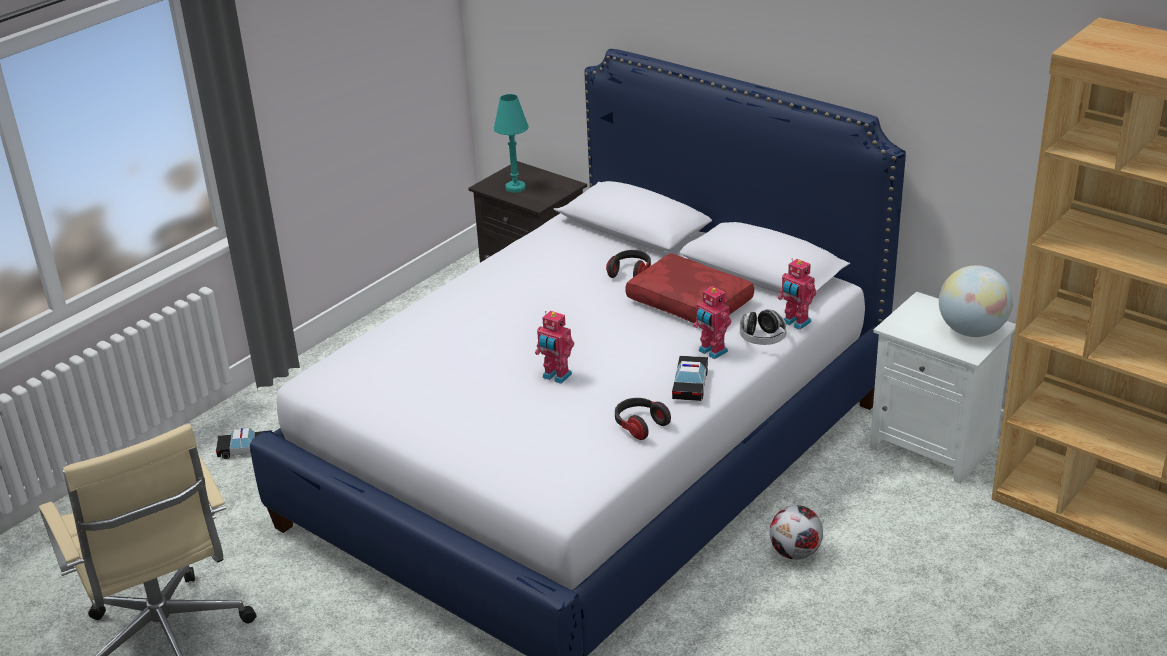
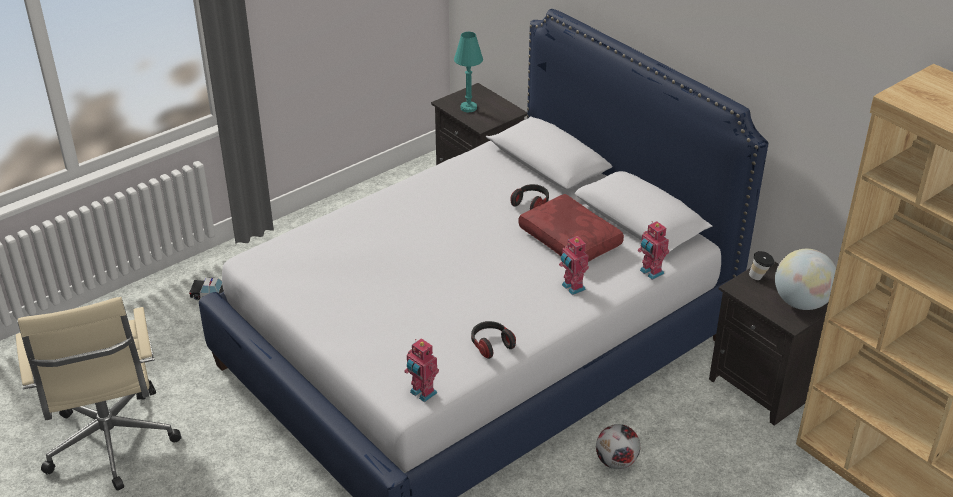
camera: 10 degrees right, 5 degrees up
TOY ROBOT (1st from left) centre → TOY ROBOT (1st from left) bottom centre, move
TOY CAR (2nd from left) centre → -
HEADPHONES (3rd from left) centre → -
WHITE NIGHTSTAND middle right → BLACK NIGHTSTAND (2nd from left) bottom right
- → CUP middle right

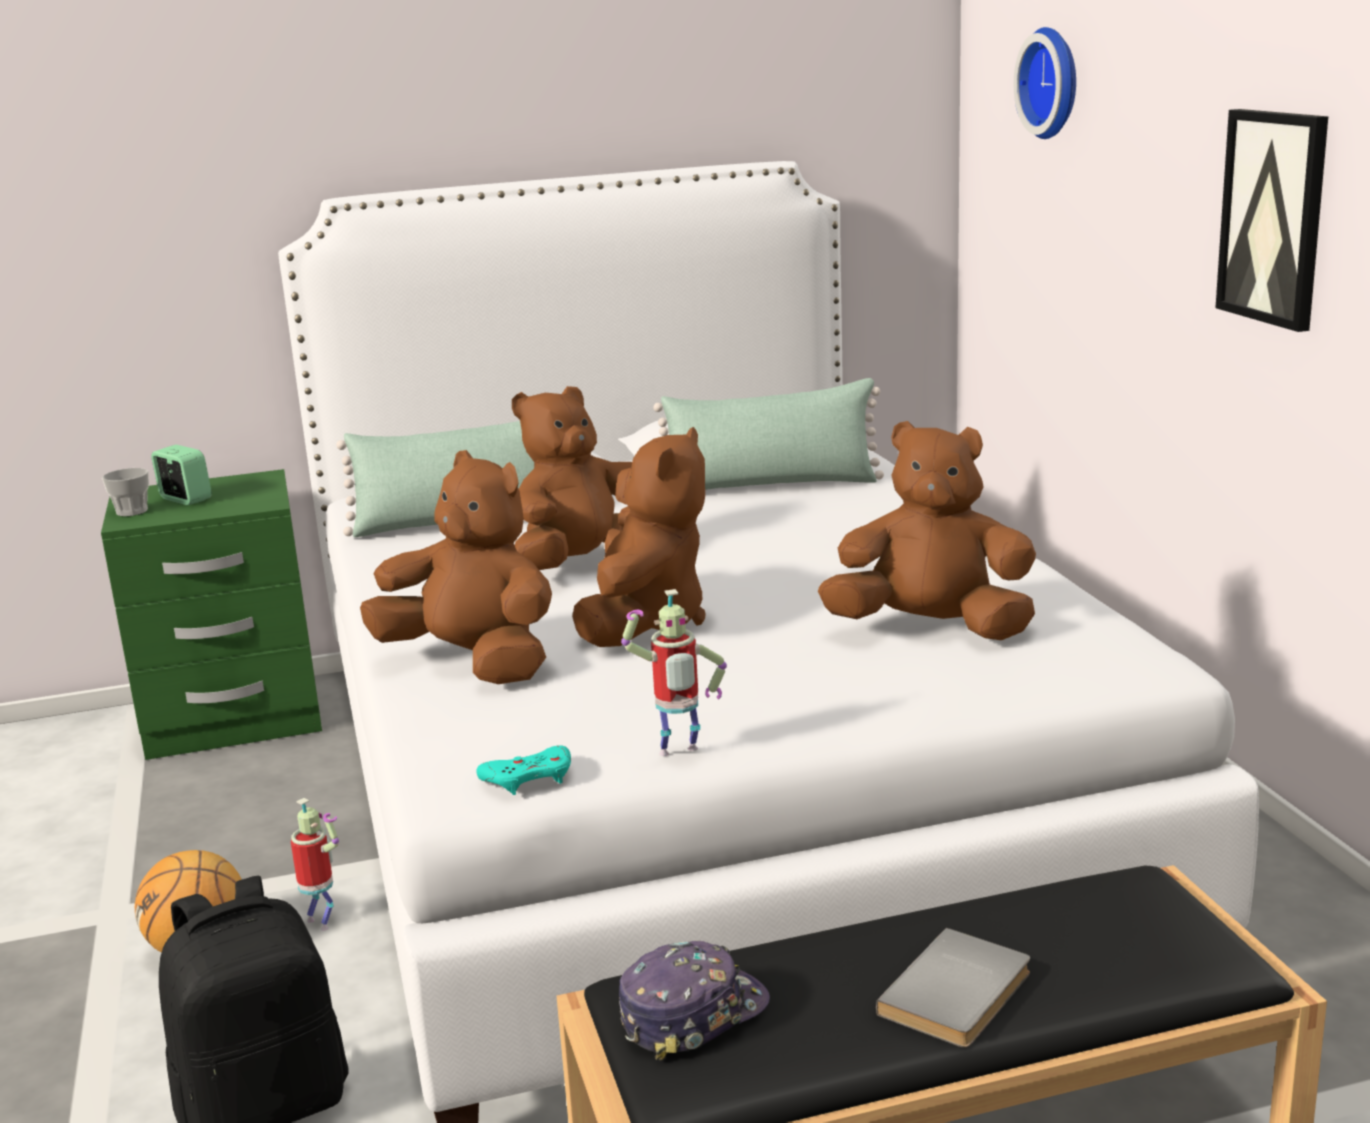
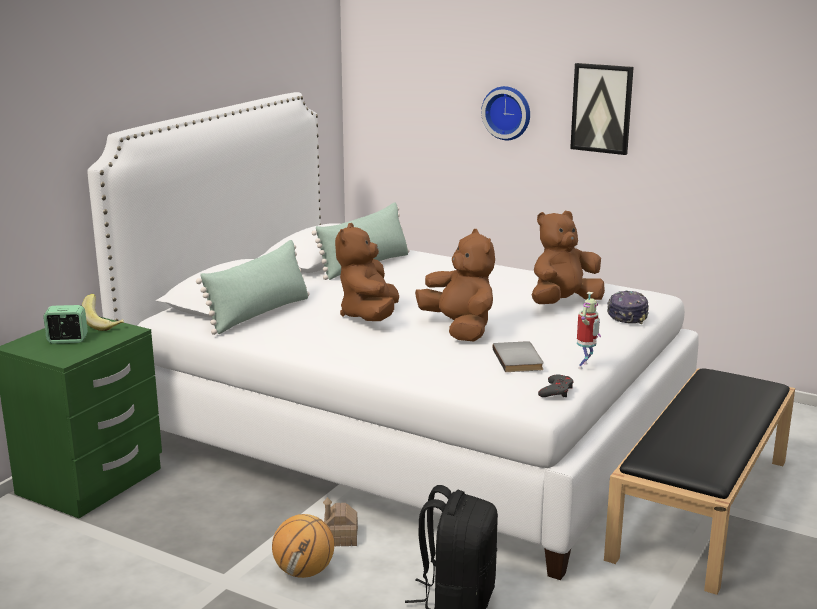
camera: 45 degrees left, 0 degrees up
CUP middle left → -
TOY ROBOT (1st from left) bottom left → TOY HOUSE bottom centre
BROWN PLUSH TOY (1st from left) middle left → -
TURQUOISE GAME CONTROLLER bottom centre → GREY GAME CONTROLLER middle right
CAP bottom centre → CAP middle right, move
GREY BOOK bottom right → GREY BOOK centre, move
WALL CLOCK top right → WALL CLOCK top centre, move
- → BANANA middle left

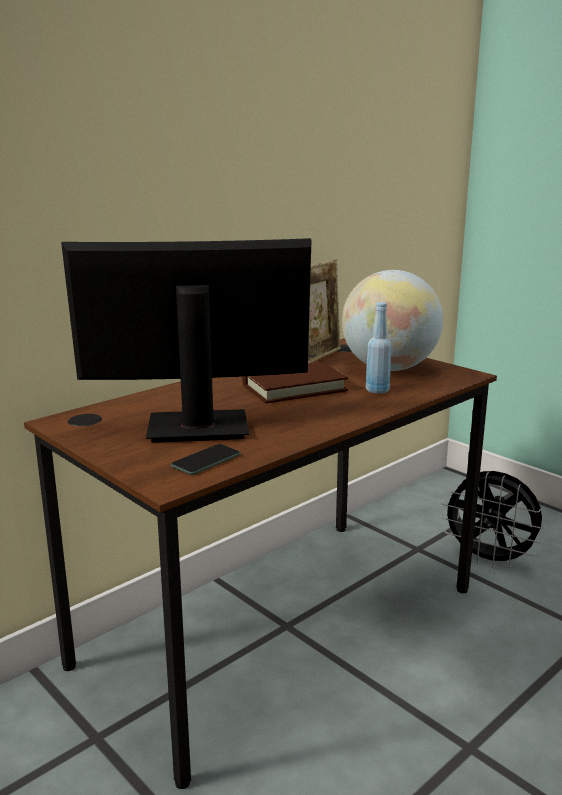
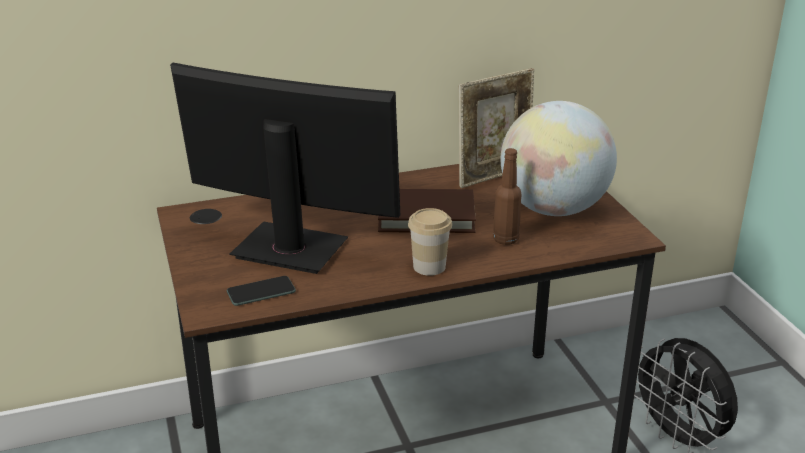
camera: 25 degrees right, 10 degrees up
BLUE BOTTLE middle right → BROWN BOTTLE centre
- → CUP centre

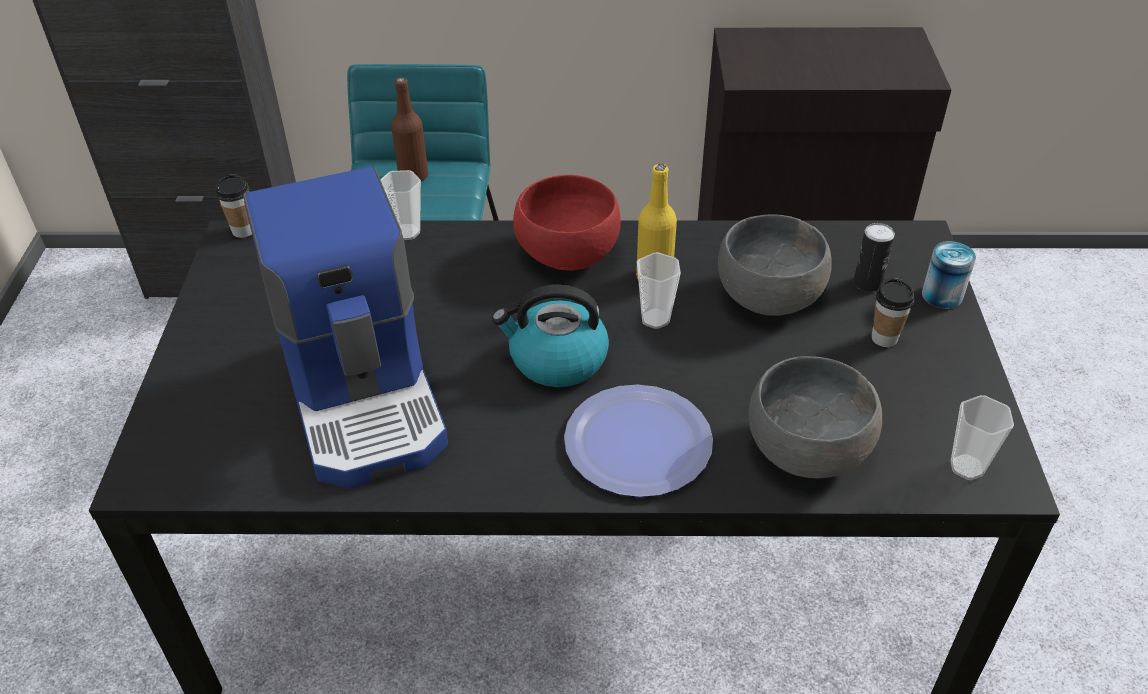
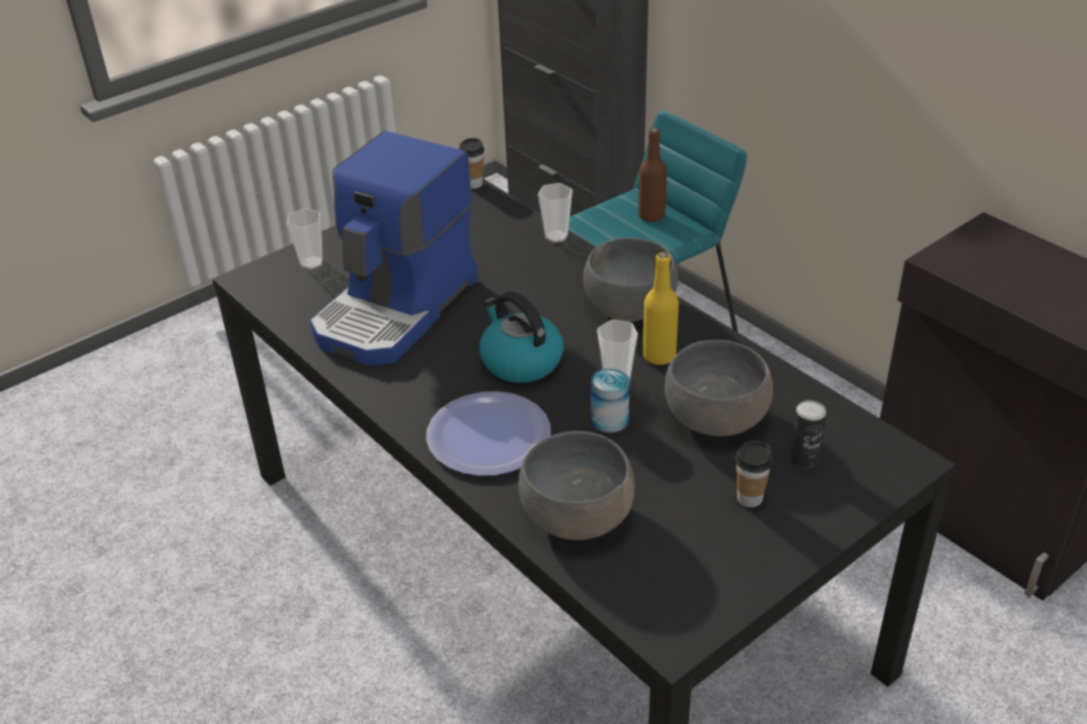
camera: 50 degrees right, 5 degrees down
RED BOWL top centre → GREY BOWL (2nd from left) centre
CAN (2nd from left in the first image) middle right → CAN (1st from left) centre, move
CUP (5th from left in the first image) middle right → CUP (1st from left) top left, move

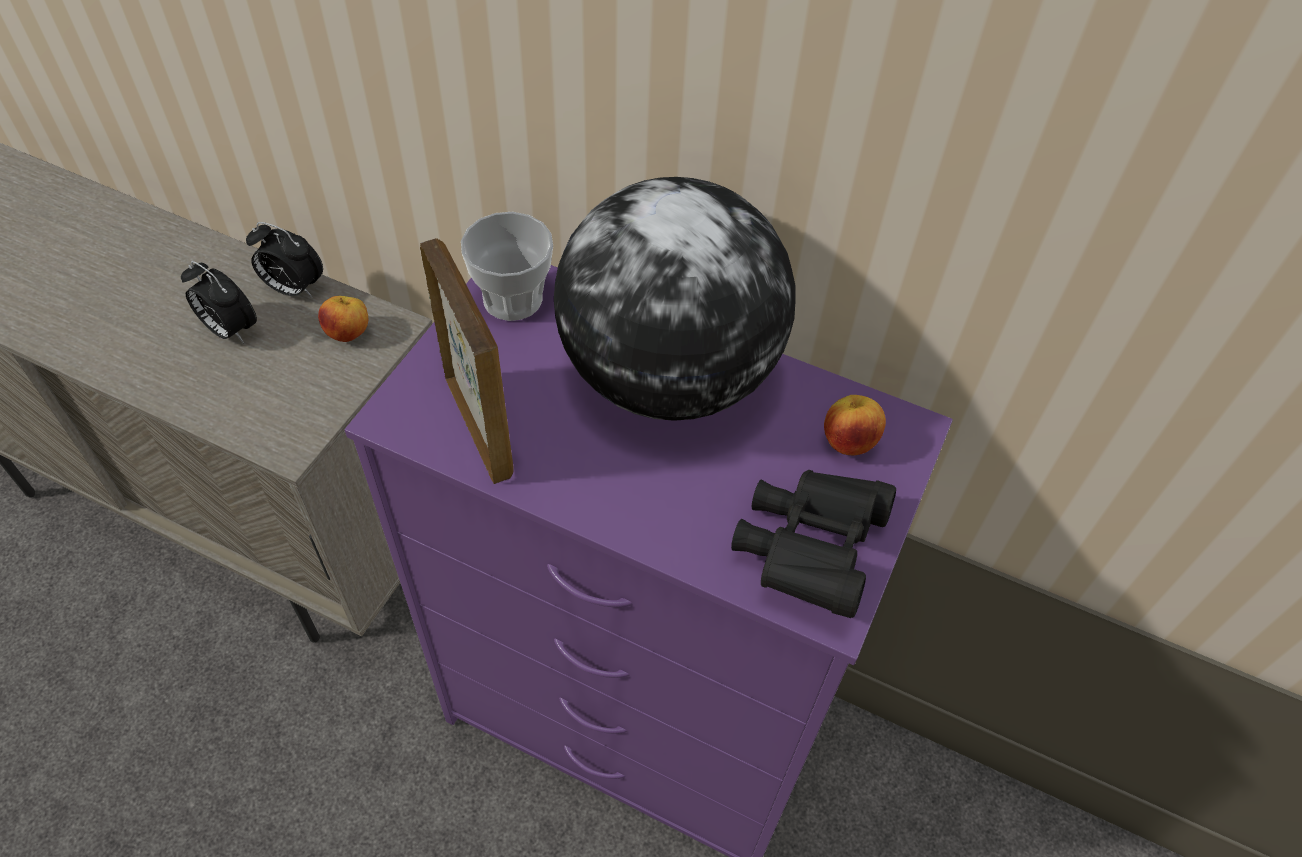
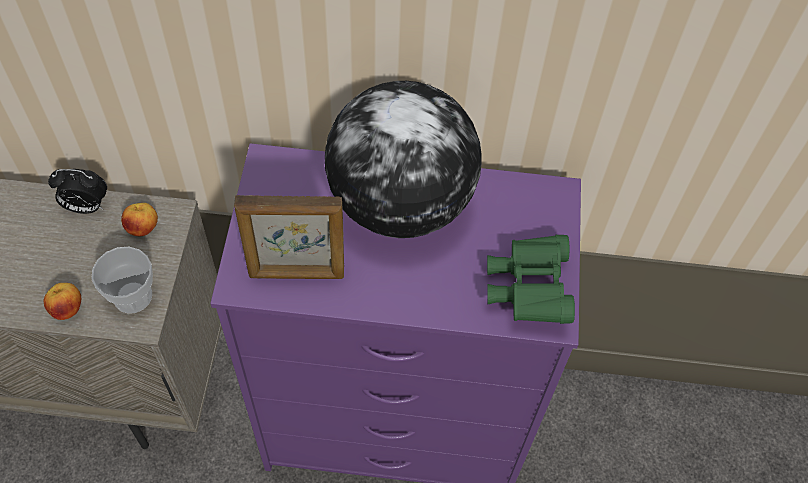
camera: 20 degrees left, 5 degrees up
ALARM CLOCK (1st from left) middle left → -
PICTURE FRAME centre, 135 degrees clockwise
CUP top centre → CUP middle left, move
BLACK BINOCULARS centre → GREEN BINOCULARS centre
APPLE (2nd from left in the first image) centre → APPLE (1st from left) middle left, move

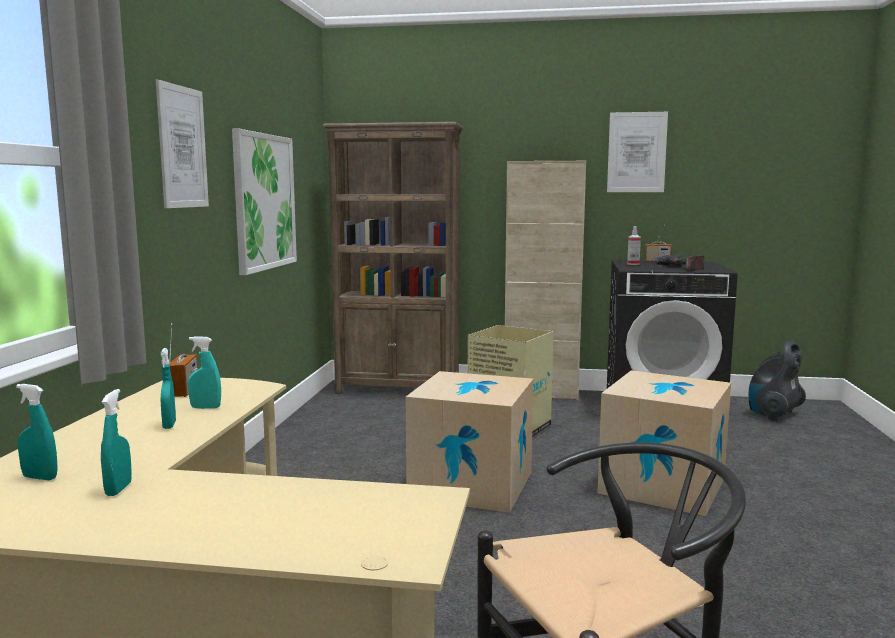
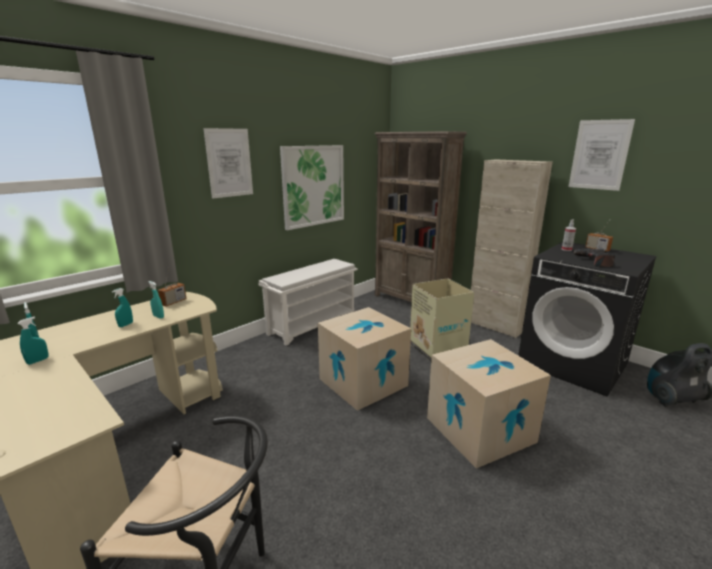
camera: 35 degrees right, 10 degrees up
- → WHITE SHOE RACK centre

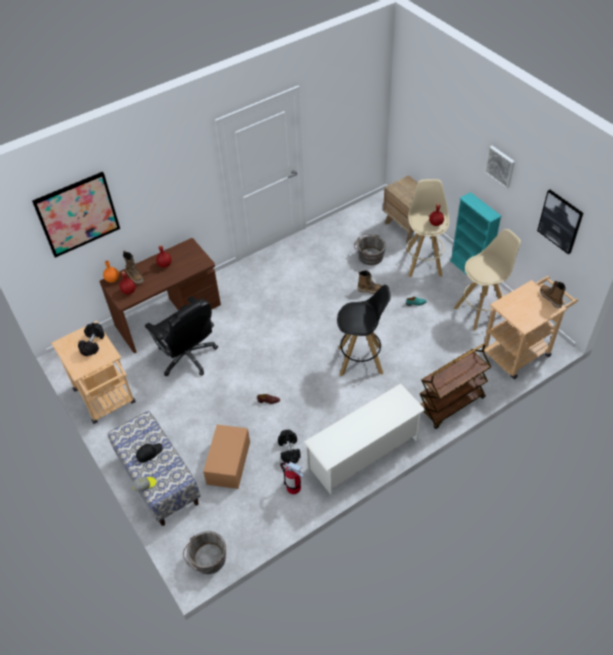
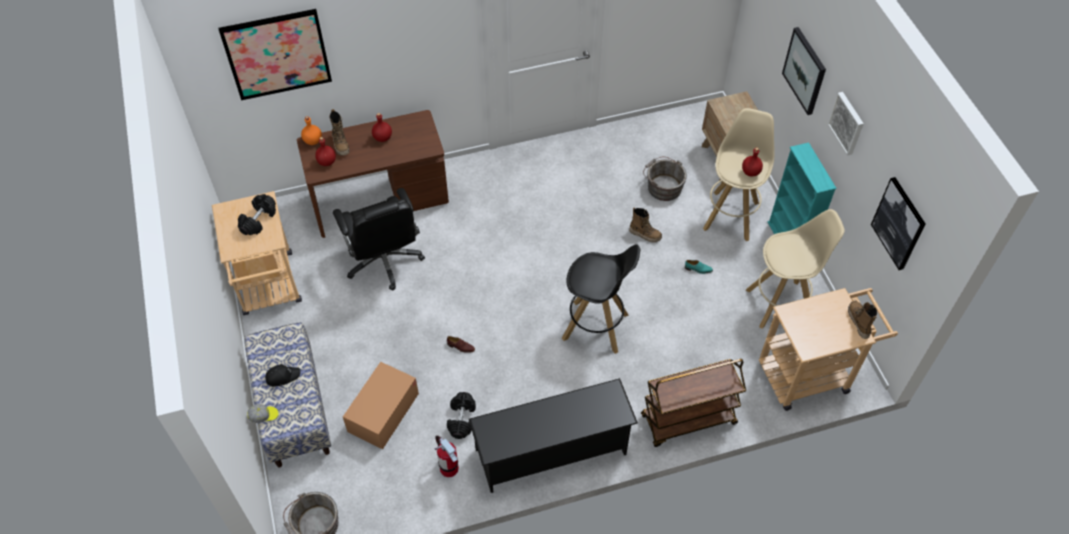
camera: 15 degrees right, 5 degrees up
WHITE SHOE RACK bottom centre → BLACK SHOE RACK bottom centre
- → PICTURE (2nd from left) top right

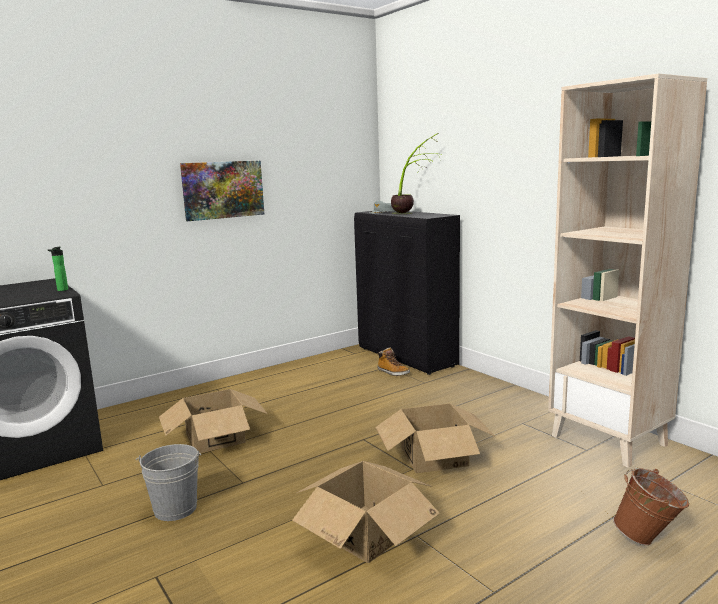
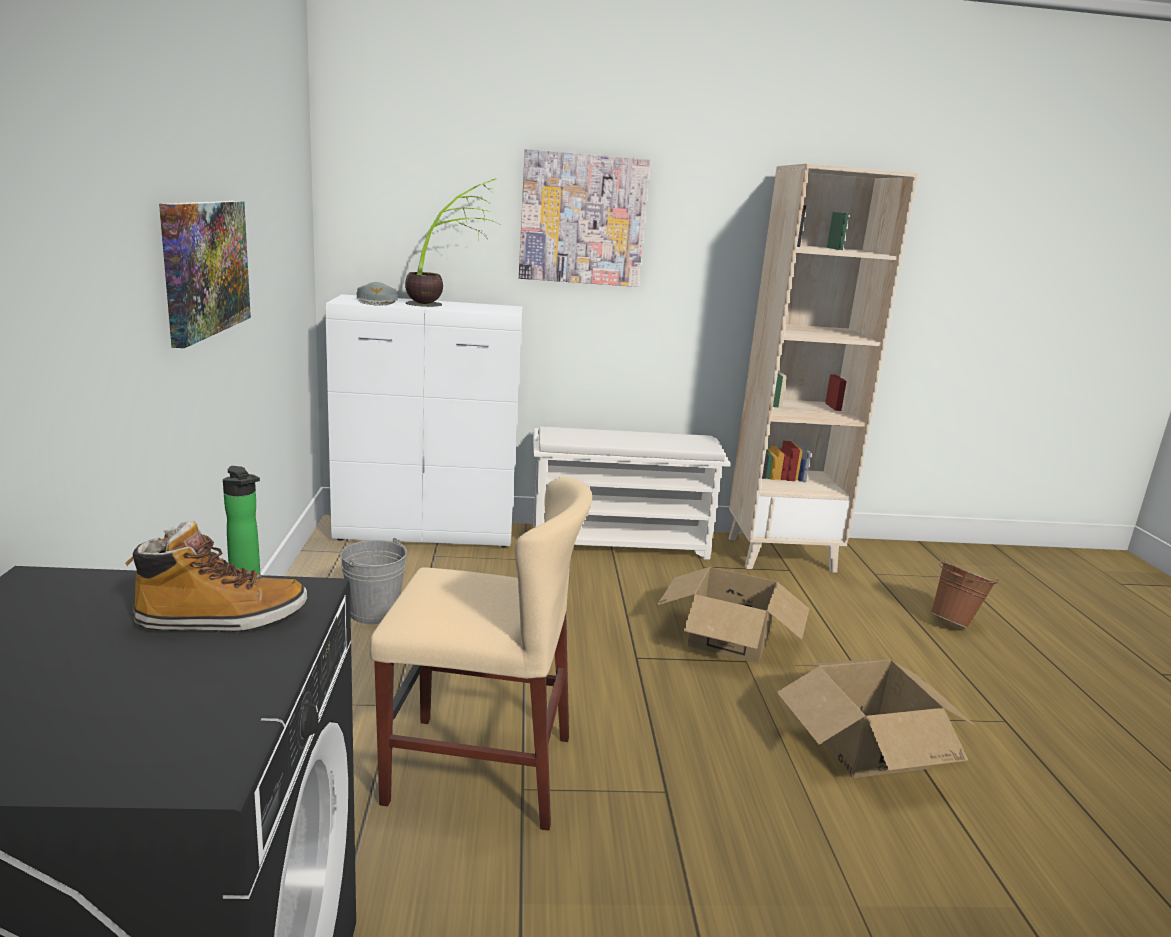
camera: 60 degrees left, 5 degrees up
GREY BUCKET bottom left → GREY BUCKET middle left, move
CARDBOARD BOX (1st from left) bottom left → BEIGE CHAIR bottom centre
BLACK CABINET centre → WHITE CABINET centre
BOOT centre → BOOT middle left, move
- → PICTURE (2nd from left) top centre
- → WHITE SHOE RACK centre

